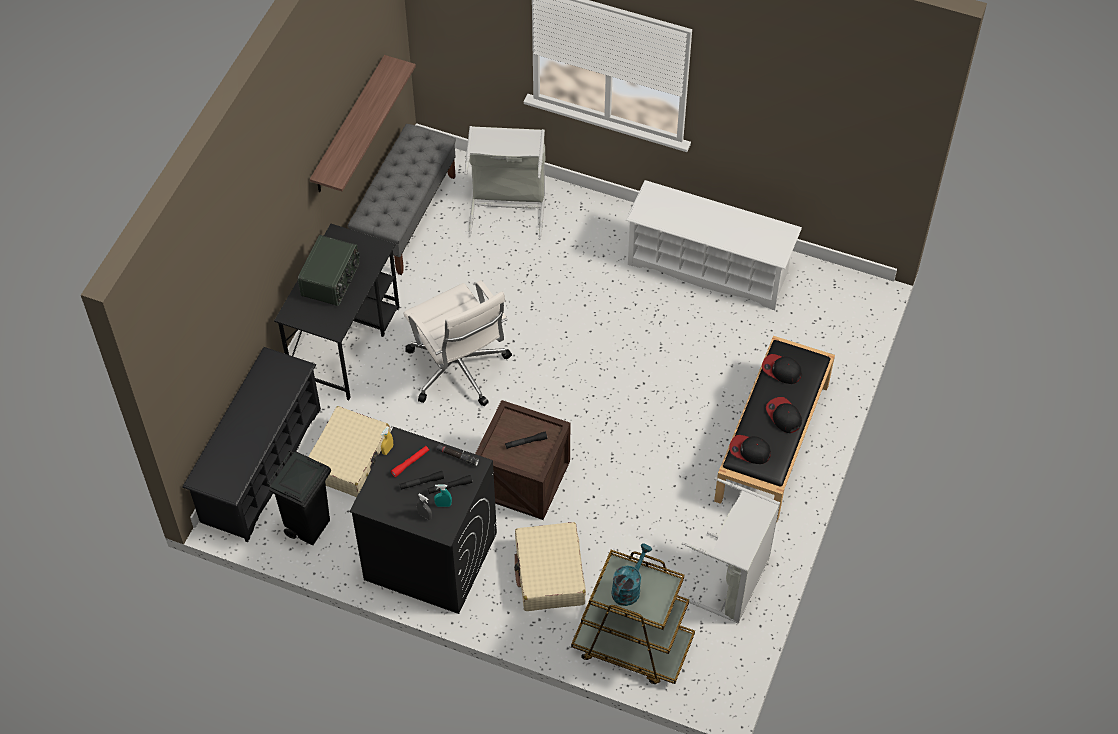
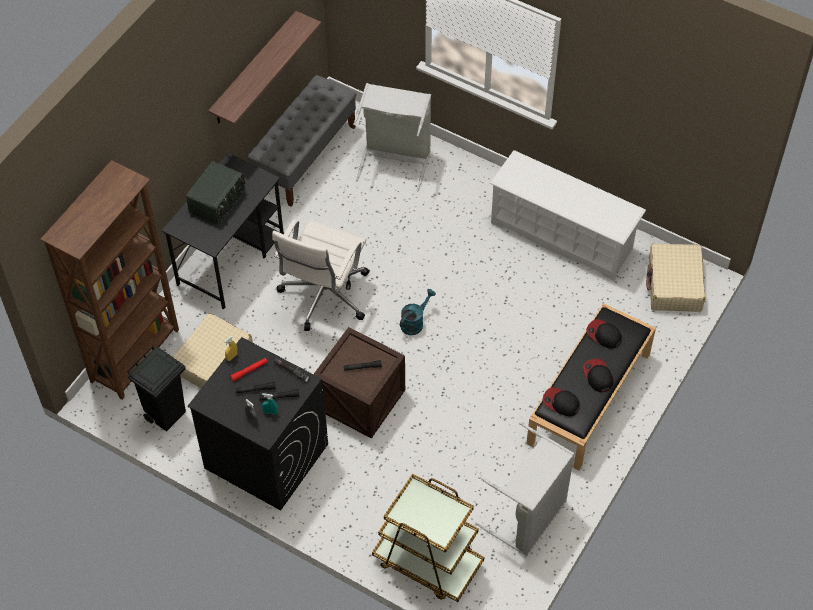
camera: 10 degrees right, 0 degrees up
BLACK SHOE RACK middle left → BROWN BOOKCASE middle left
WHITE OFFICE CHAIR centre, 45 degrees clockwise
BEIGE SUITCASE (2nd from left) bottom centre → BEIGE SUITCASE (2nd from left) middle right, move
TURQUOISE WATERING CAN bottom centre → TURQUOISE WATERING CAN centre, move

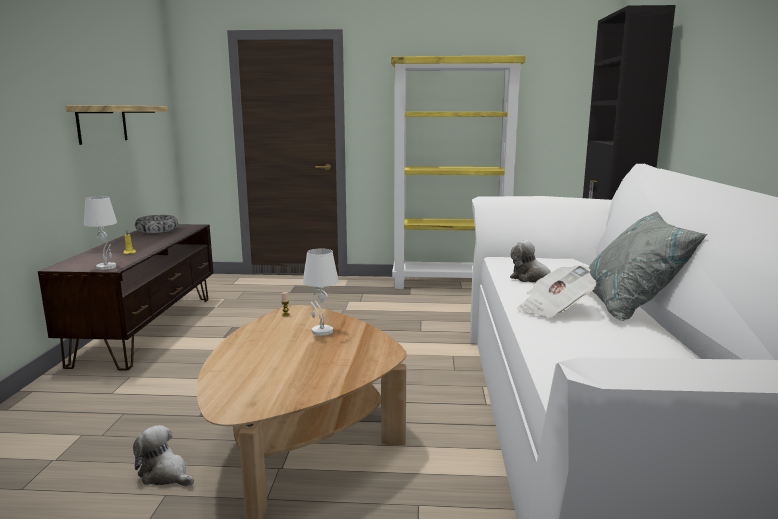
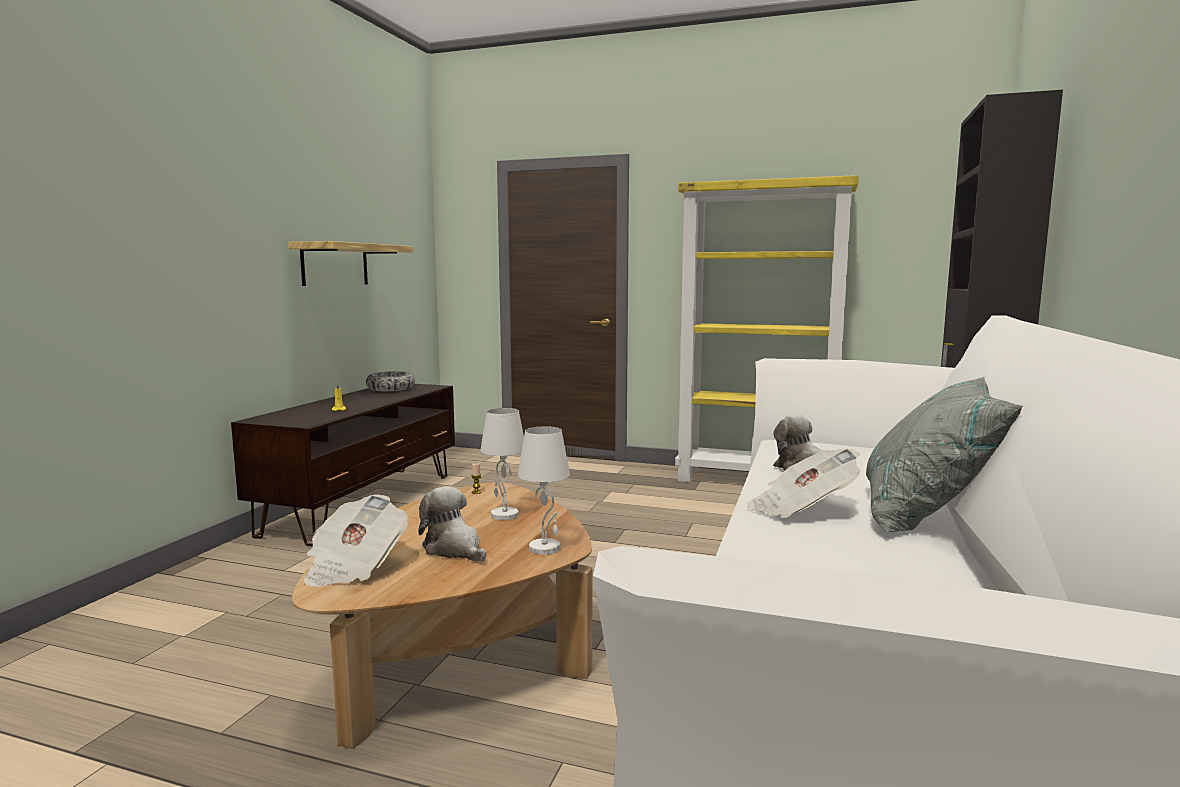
camera: 15 degrees right, 5 degrees down
WHITE TABLE LAMP (1st from left in the first image) middle left → WHITE TABLE LAMP (2nd from left) centre, move
PLUSH TOY (1st from left) bottom left → PLUSH TOY (1st from left) centre, move
- → NEWSPAPER (1st from left) bottom left

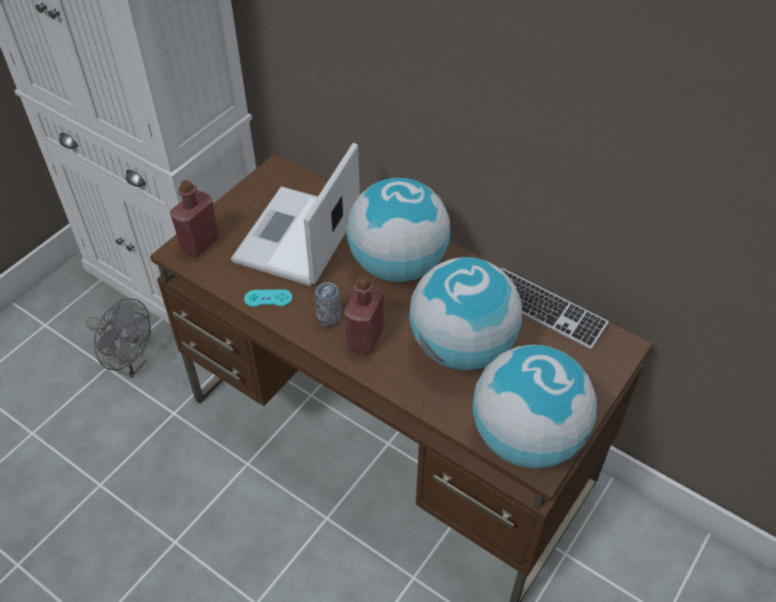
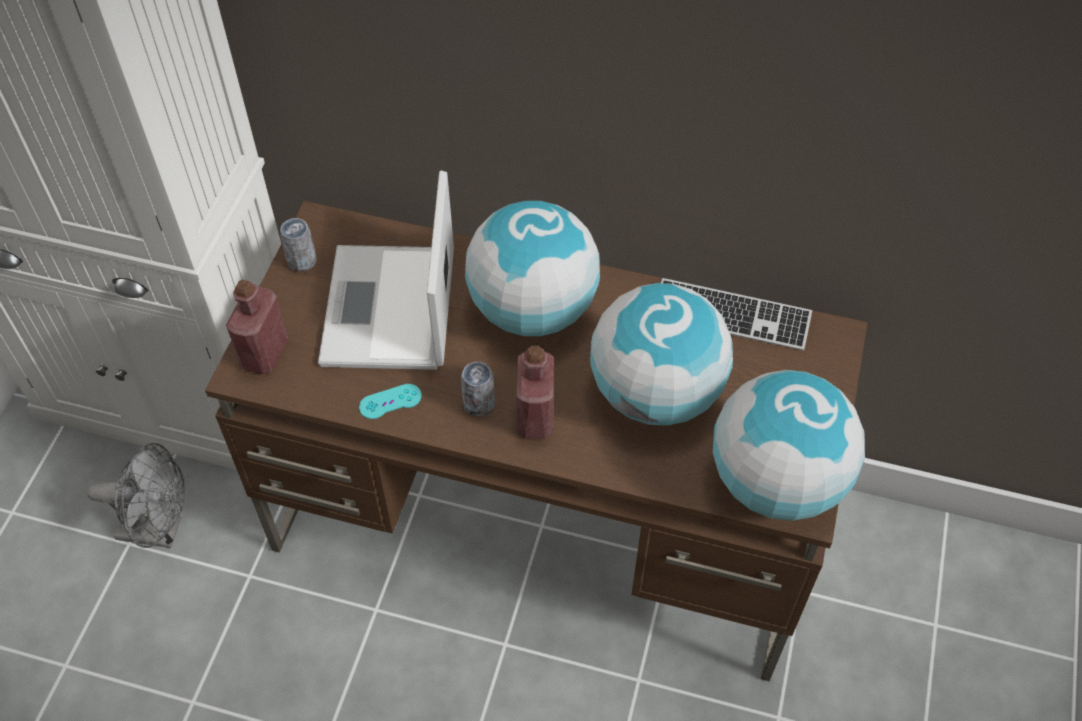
camera: 20 degrees left, 5 degrees up
- → CAN (1st from left) middle left

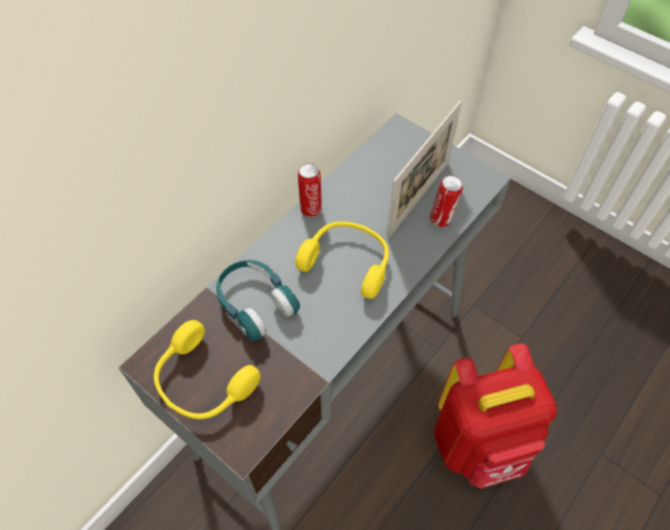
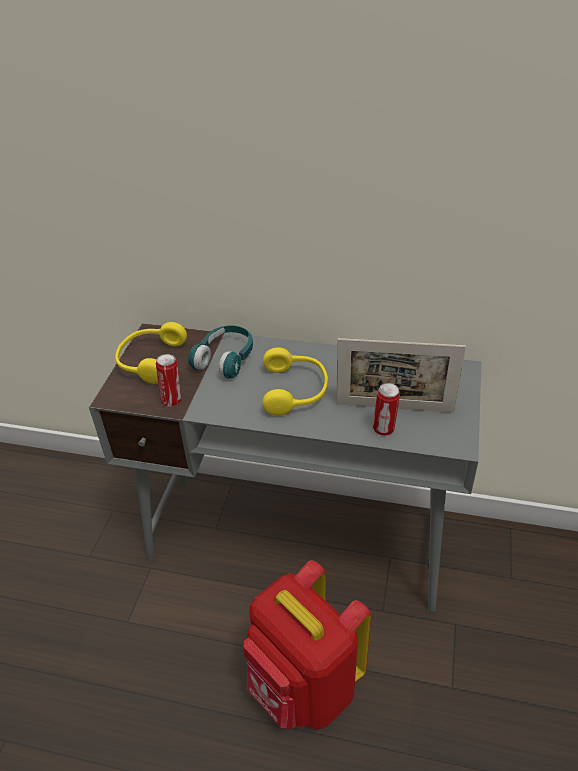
camera: 65 degrees right, 15 degrees down
CAN (1st from left) centre → CAN (1st from left) middle left, move

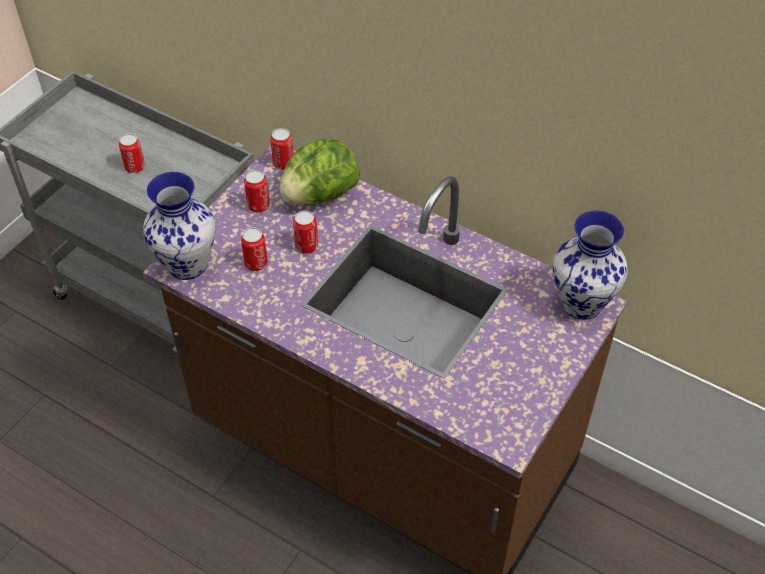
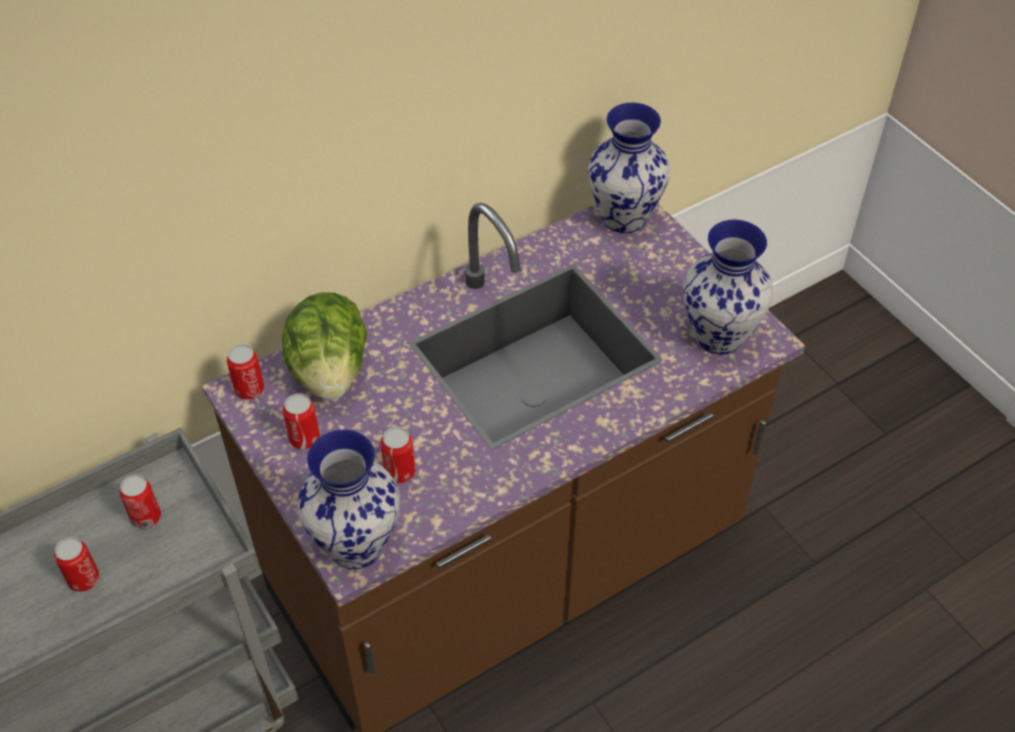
camera: 65 degrees left, 0 degrees up
CAN (5th from left in the first image) centre → CAN (2nd from left) bottom left, move
- → VASE (3rd from left) middle right

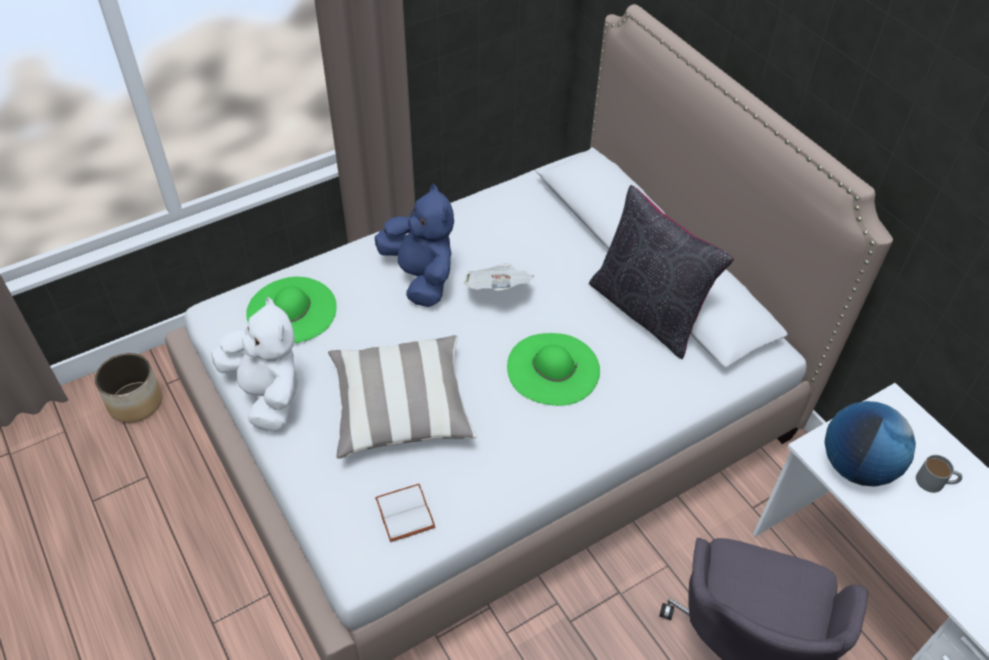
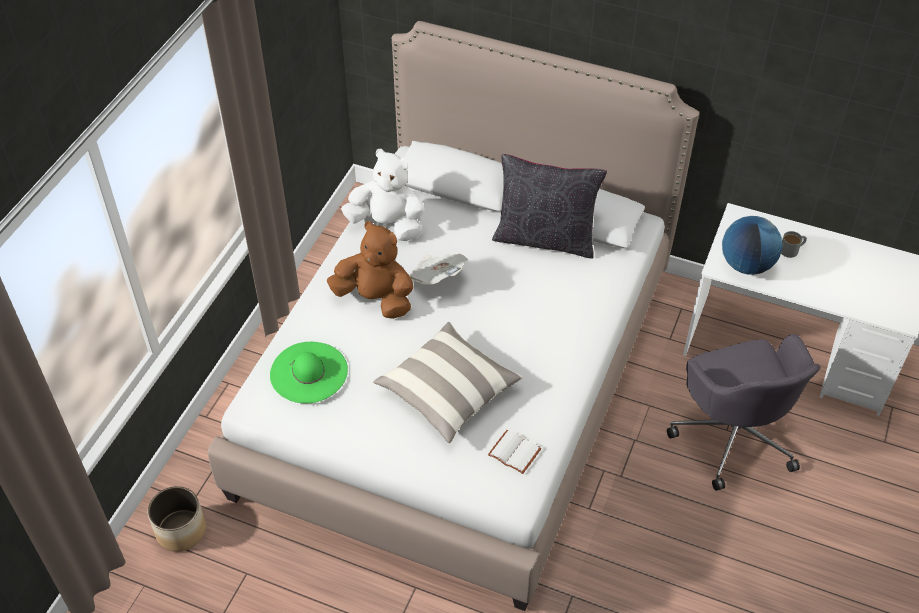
camera: 35 degrees left, 0 degrees up
WHITE PLUSH TOY middle left → WHITE PLUSH TOY top centre, move
BLUE PLUSH TOY centre → BROWN PLUSH TOY centre
GREEN HAT (2nd from left) centre → -

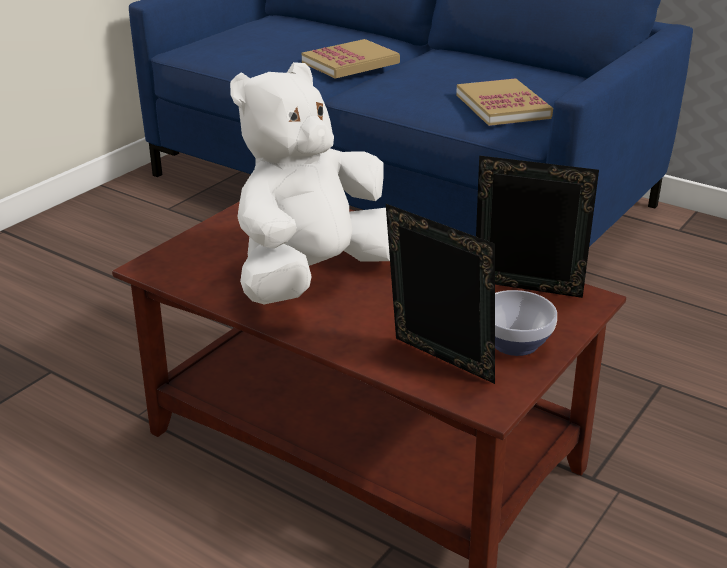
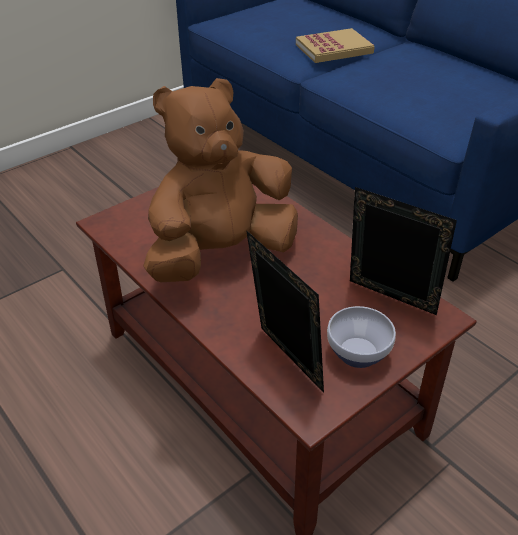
camera: 15 degrees right, 10 degrees up
WHITE PLUSH TOY top centre → BROWN PLUSH TOY centre
BOOK (2nd from left) top right → -

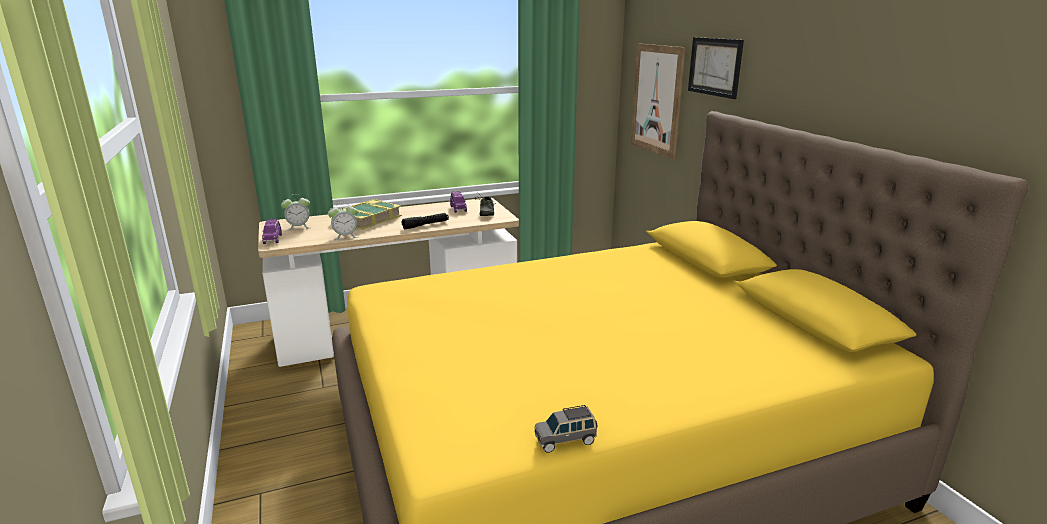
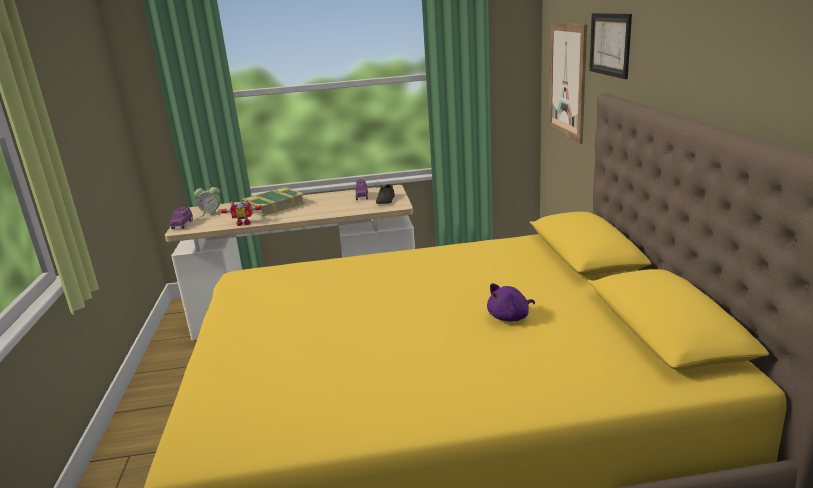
camera: 15 degrees right, 0 degrees up
ALARM CLOCK (2nd from left) middle left → TOY ROBOT middle left
BLACK FLASHLIGHT centre → -
GREY TOY CAR bottom centre → -
- → PURPLE PLUSH TOY centre

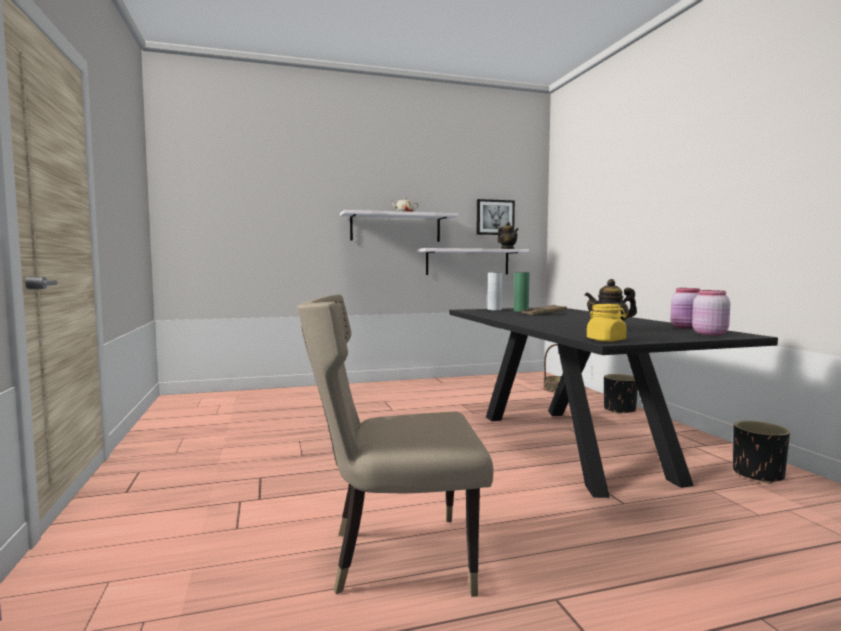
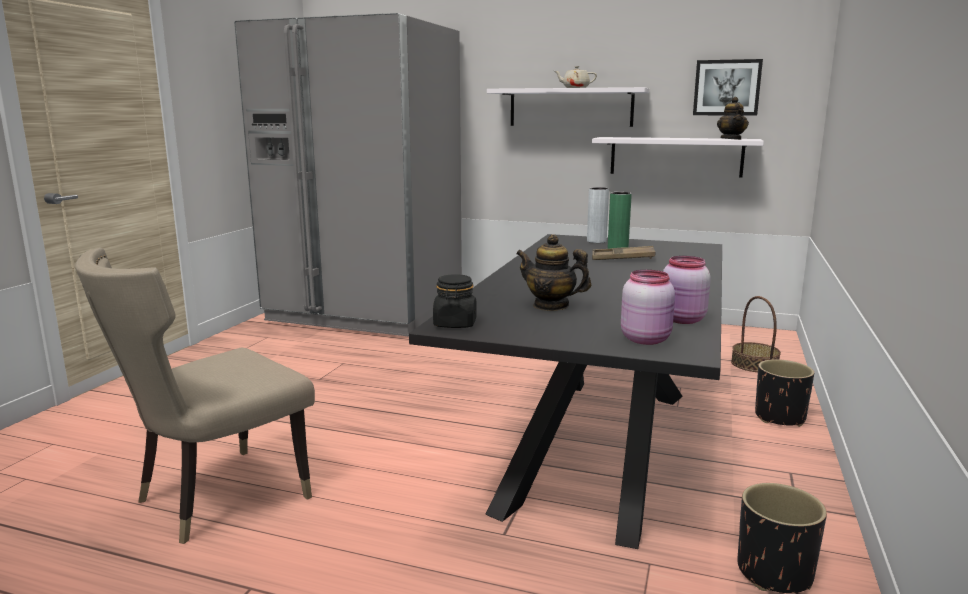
camera: 35 degrees right, 10 degrees up
BEIGE CHAIR bottom centre → BEIGE CHAIR bottom left, 75 degrees counterclockwise
YELLOW JAR middle right → BLACK JAR centre
- → GREY FRIDGE top centre

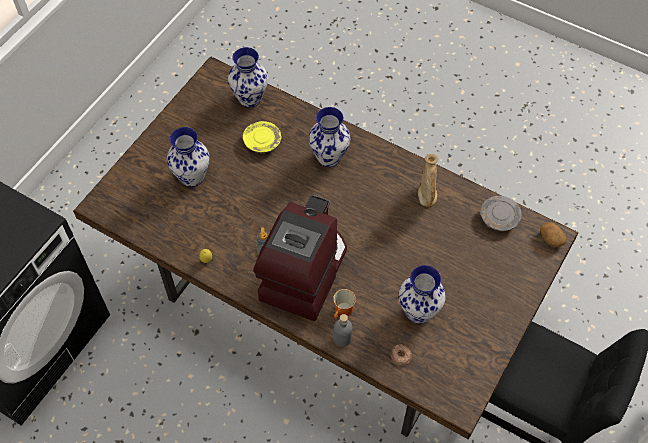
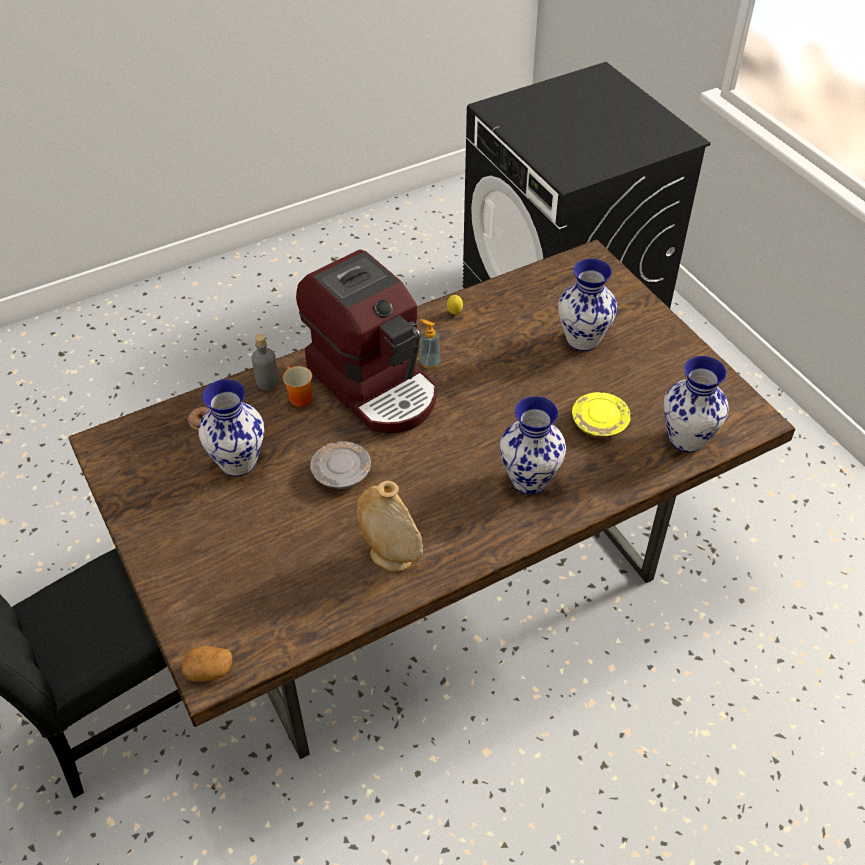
camera: 120 degrees right, 10 degrees down
GREY PLATE middle right → GREY PLATE centre, move

